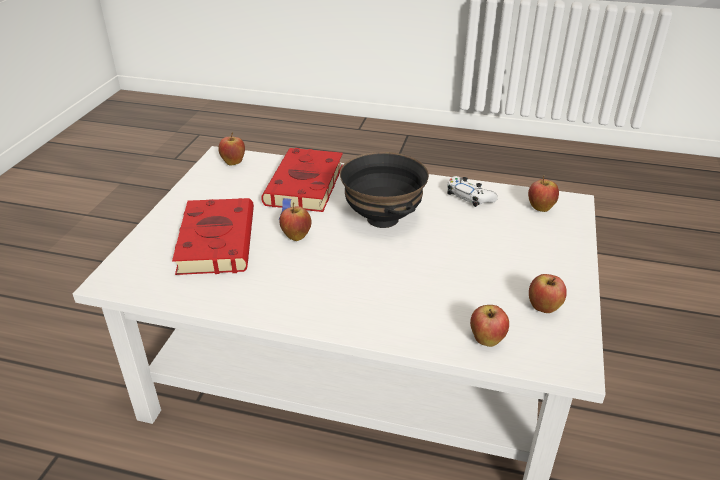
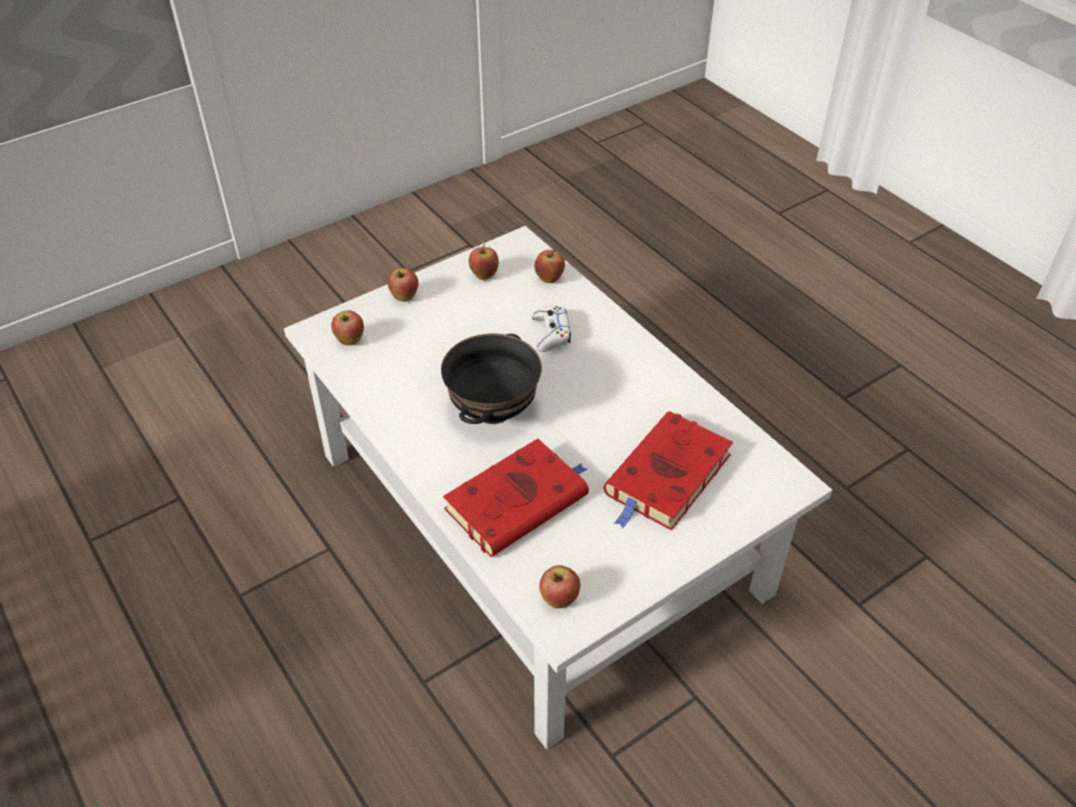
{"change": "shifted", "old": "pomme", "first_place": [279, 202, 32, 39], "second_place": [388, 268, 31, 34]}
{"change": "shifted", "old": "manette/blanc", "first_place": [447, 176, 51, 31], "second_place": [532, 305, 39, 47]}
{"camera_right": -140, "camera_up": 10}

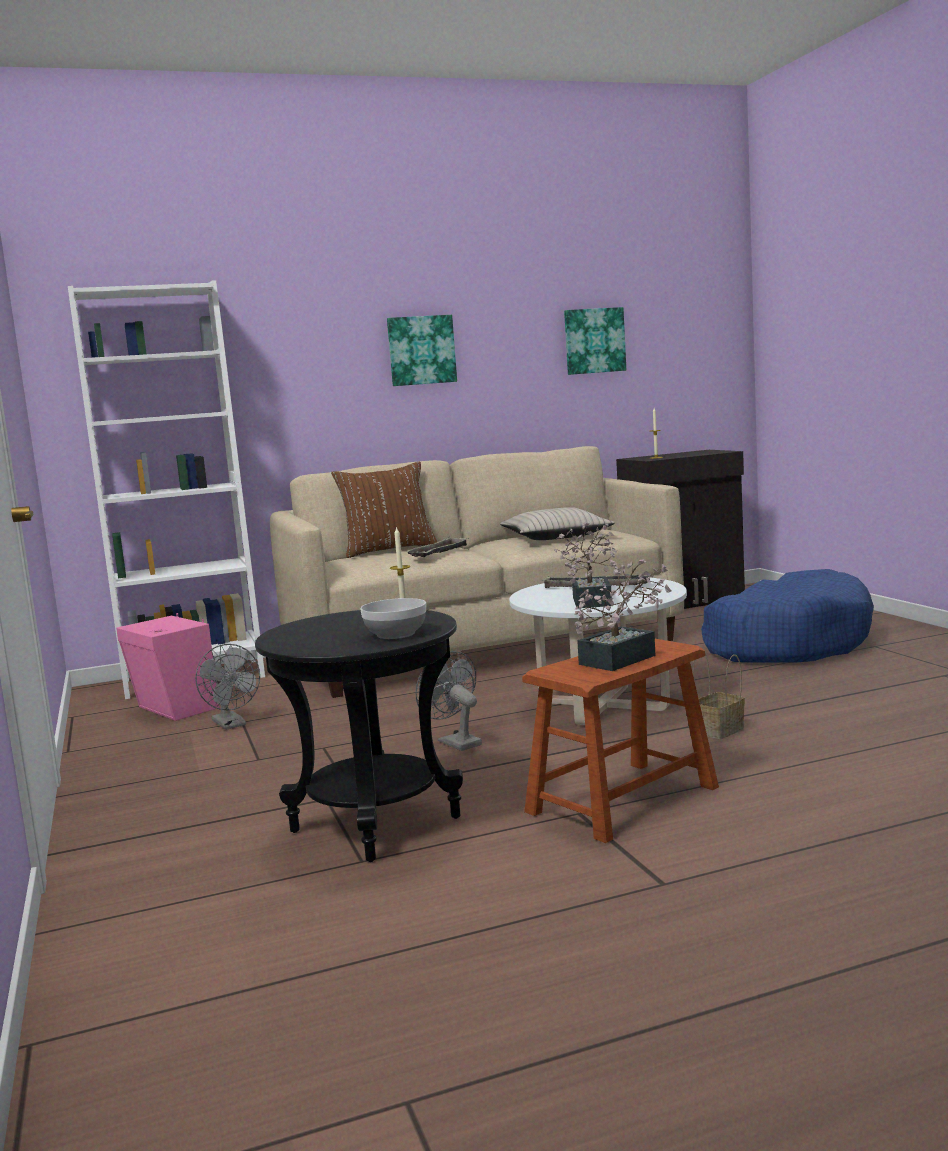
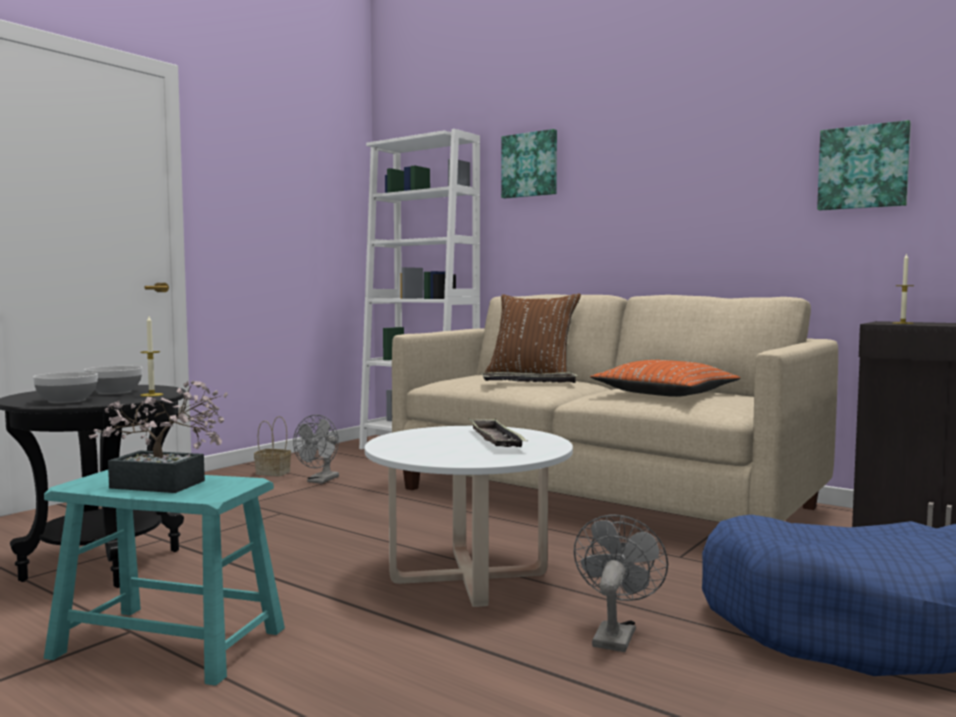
{"change": "repainted", "old": "tabouret/marron", "new": "tabouret/turquoise", "first_place": [522, 639, 197, 204], "second_place": [44, 470, 241, 216]}
{"change": "new", "new": "bol", "second_place": [84, 366, 58, 29]}
{"change": "shifted", "old": "panier", "first_place": [693, 654, 52, 85], "second_place": [254, 416, 37, 61]}
{"change": "shifted", "old": "tableau", "first_place": [387, 315, 70, 71], "second_place": [501, 129, 56, 69]}
{"change": "shifted", "old": "ventilateur/gris", "first_place": [415, 651, 67, 100], "second_place": [574, 515, 94, 137]}
{"change": "repainted", "old": "coussin/beige", "new": "coussin/orange", "first_place": [500, 507, 115, 33], "second_place": [590, 360, 150, 37]}
{"change": "gone", "old": "enceinte/rose", "first_place": [116, 613, 103, 108]}
{"change": "gone", "old": "plante en pot", "first_place": [554, 521, 65, 87]}
{"camera_right": 55, "camera_up": -5}

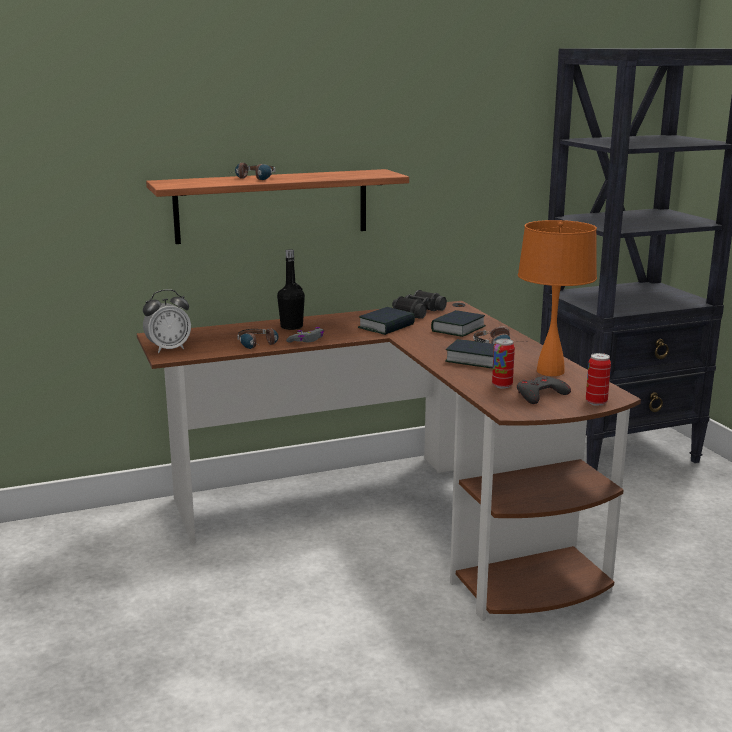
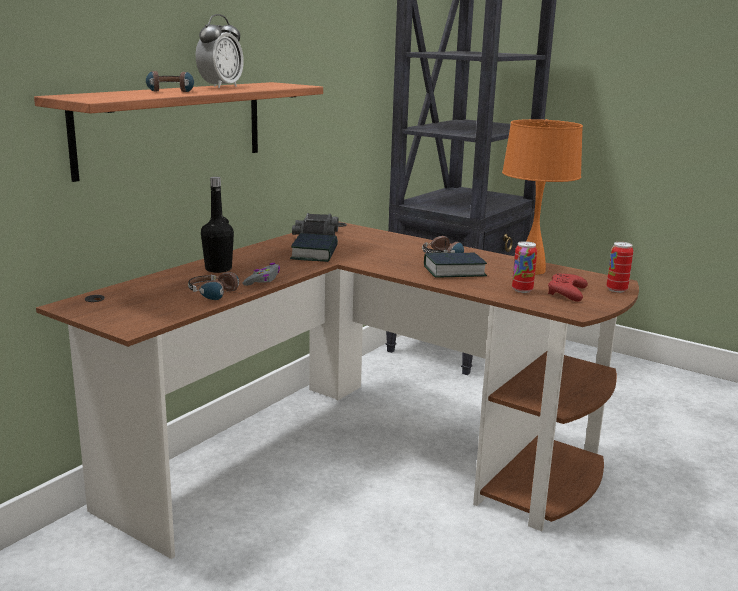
{"change": "shifted", "old": "réveil", "first_place": [143, 289, 48, 64], "second_place": [196, 14, 48, 74]}
{"change": "repainted", "old": "manette/gris", "new": "manette/rouge", "first_place": [517, 376, 54, 28], "second_place": [548, 274, 40, 28]}
{"change": "gone", "old": "livre", "first_place": [431, 310, 55, 27]}
{"camera_right": -35, "camera_up": 0}

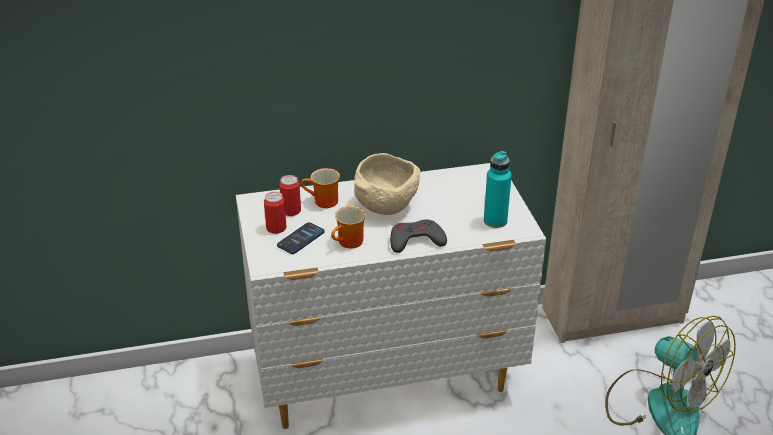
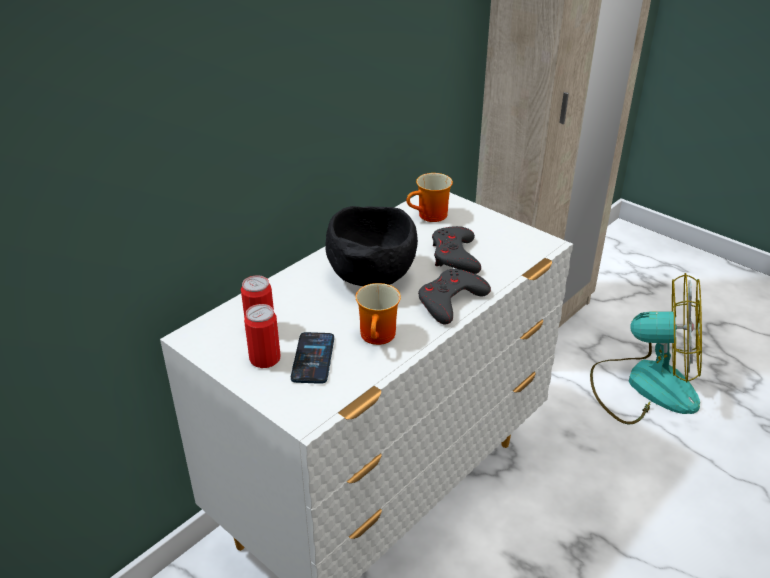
{"change": "repainted", "old": "bol/beige", "new": "bol/noir", "first_place": [354, 153, 66, 62], "second_place": [325, 206, 93, 80]}
{"change": "shifted", "old": "mug", "first_place": [301, 168, 39, 40], "second_place": [406, 173, 47, 49]}
{"change": "new", "new": "manette/gris", "second_place": [432, 226, 49, 48]}
{"change": "gone", "old": "bouteille/turquoise", "first_place": [484, 151, 28, 77]}
{"camera_right": -35, "camera_up": 0}

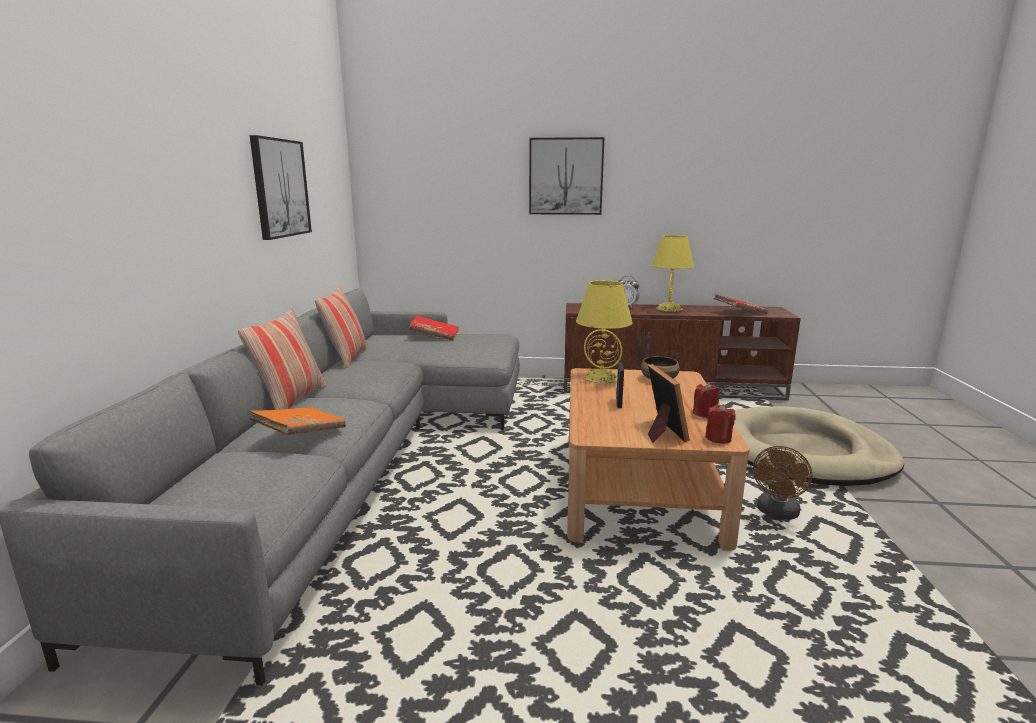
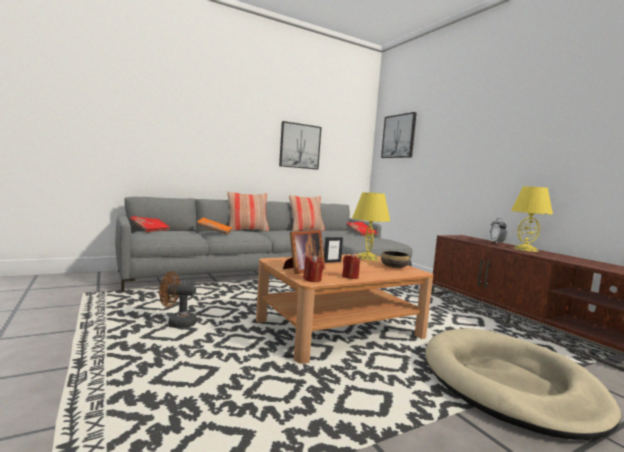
{"change": "shifted", "old": "livre/rouge", "first_place": [714, 294, 54, 20], "second_place": [129, 216, 42, 17]}
{"change": "shifted", "old": "ventilateur/marron", "first_place": [753, 446, 59, 74], "second_place": [159, 271, 38, 57]}
{"change": "shifted", "old": "tableau", "first_place": [529, 137, 76, 78], "second_place": [381, 112, 36, 46]}
{"camera_right": 55, "camera_up": -10}

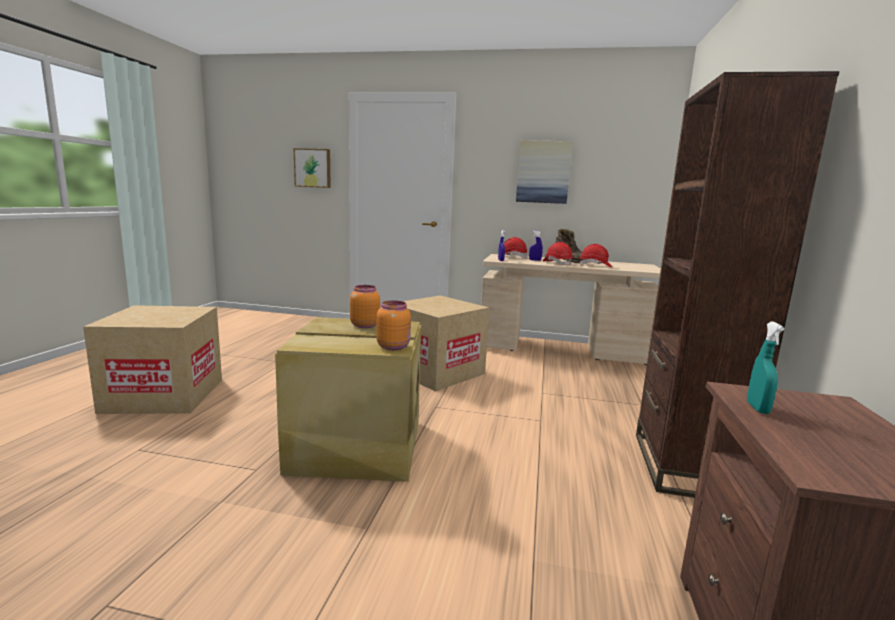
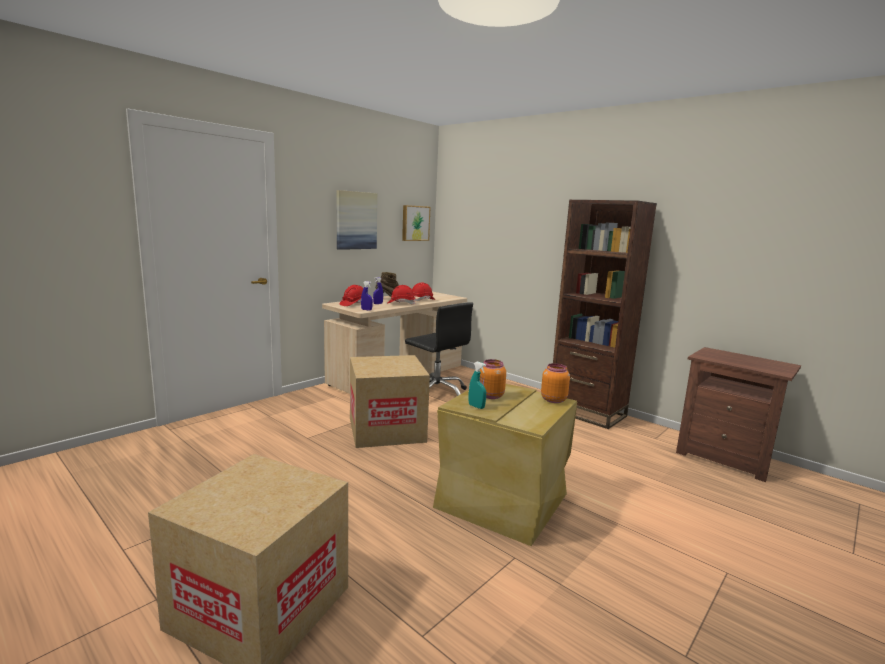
{"change": "shifted", "old": "tableau", "first_place": [294, 148, 37, 40], "second_place": [402, 205, 28, 36]}
{"change": "new", "new": "chaise de bureau/noir", "second_place": [405, 302, 68, 94]}
{"change": "shifted", "old": "vaporisateur/turquoise", "first_place": [747, 322, 37, 92], "second_place": [469, 362, 17, 47]}
{"camera_right": -60, "camera_up": 0}

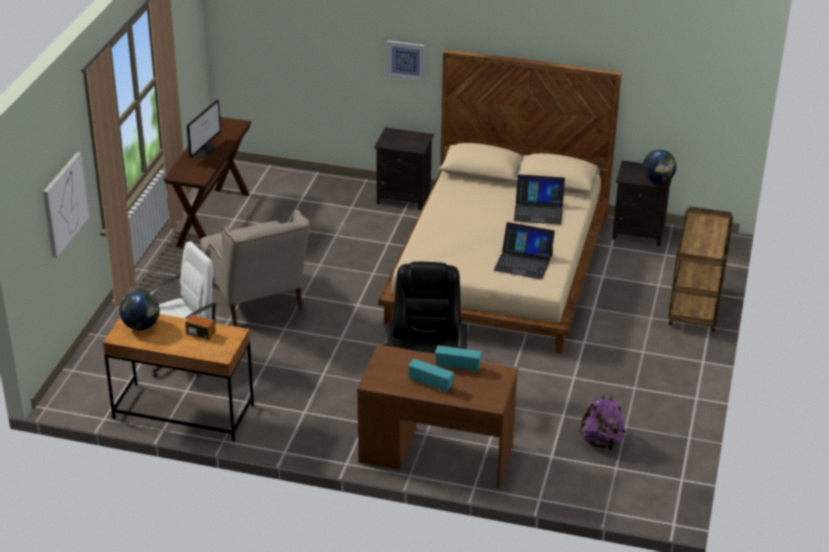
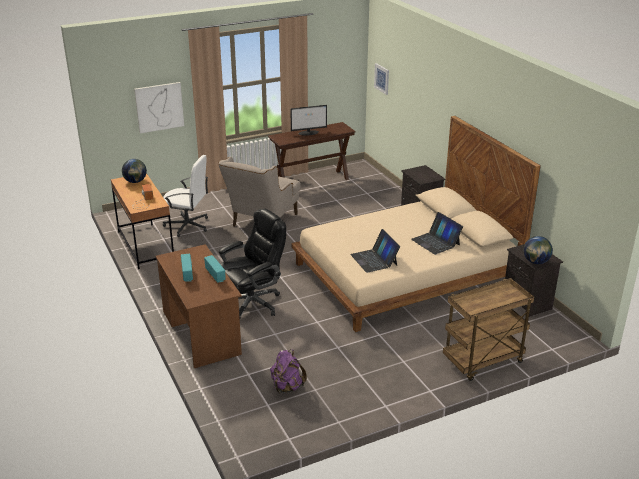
{"change": "shifted", "old": "tableau", "first_place": [387, 40, 38, 41], "second_place": [374, 63, 15, 32]}
{"camera_right": 50, "camera_up": -5}

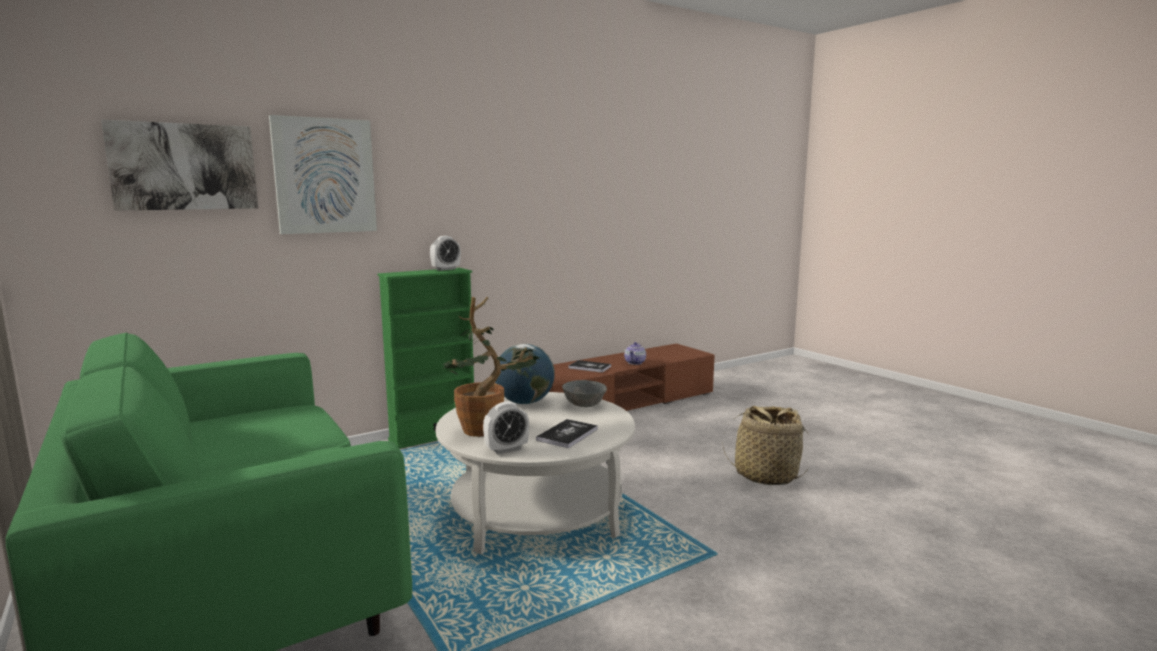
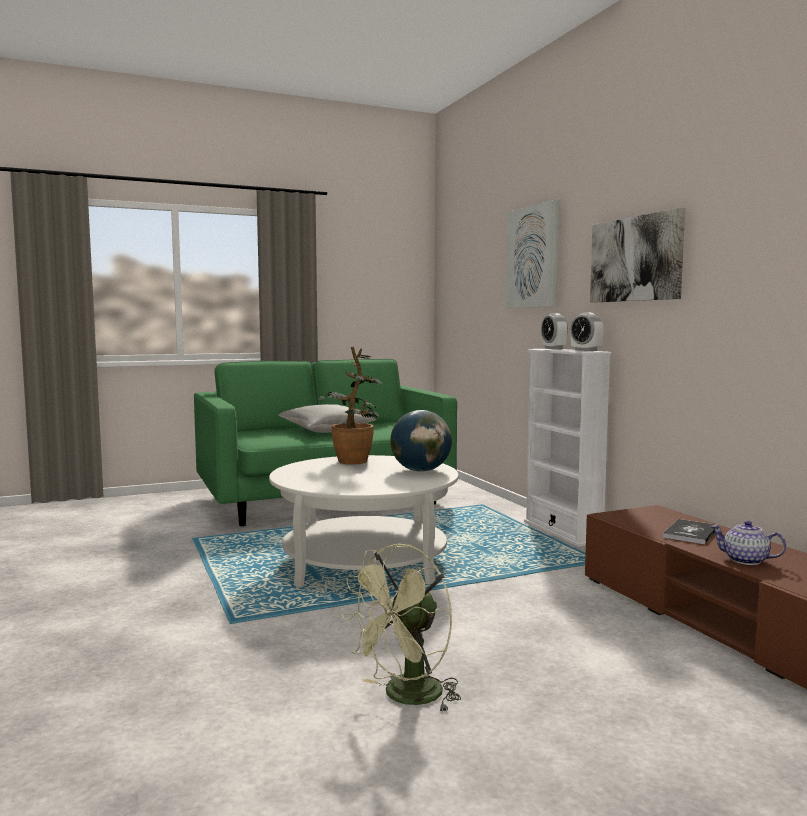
{"change": "new", "new": "coussin/gris", "second_place": [278, 404, 98, 29]}
{"change": "swapped", "old": "panier", "new": "ventilateur/vert", "first_place": [722, 406, 87, 79], "second_place": [341, 544, 120, 168]}
{"change": "repainted", "old": "bibliothèque/vert", "new": "bibliothèque/blanc", "first_place": [377, 268, 97, 181], "second_place": [524, 349, 87, 198]}
{"change": "shifted", "old": "réveil", "first_place": [483, 401, 46, 53], "second_place": [541, 313, 27, 36]}
{"change": "shifted", "old": "tableau", "first_place": [101, 120, 157, 91], "second_place": [590, 208, 95, 94]}
{"change": "gone", "old": "livre", "first_place": [536, 419, 62, 29]}
{"change": "gone", "old": "bol/gris", "first_place": [562, 380, 45, 27]}
{"camera_right": 100, "camera_up": -5}

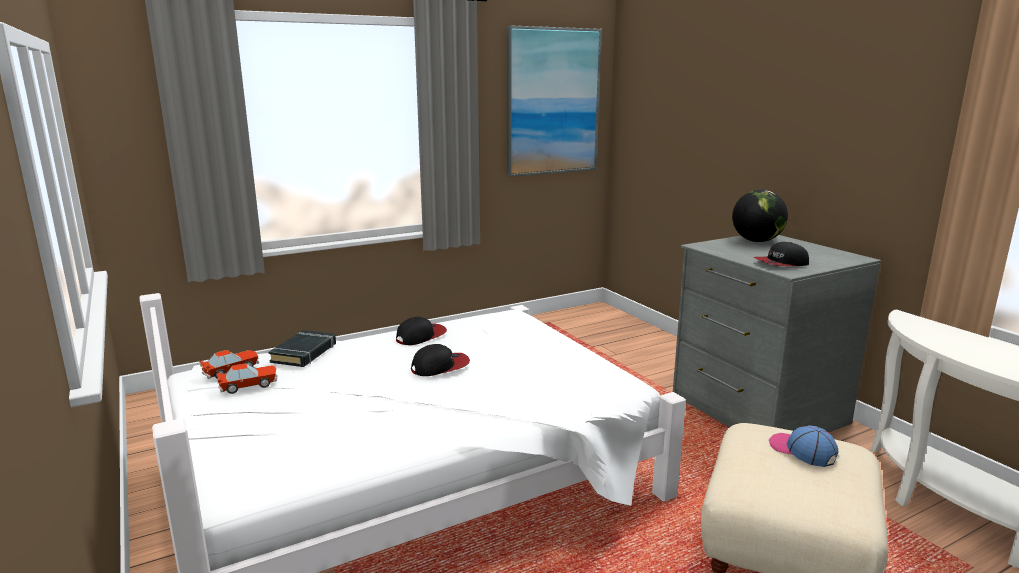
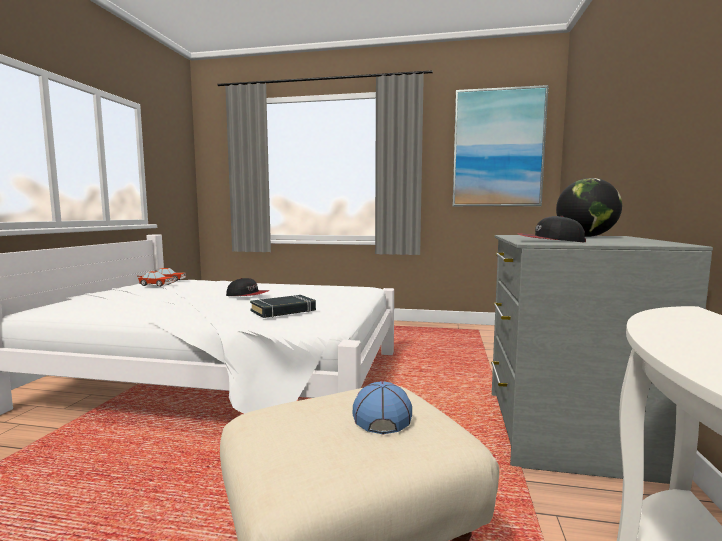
{"change": "shifted", "old": "livre/noir", "first_place": [269, 330, 67, 37], "second_place": [250, 295, 66, 23]}
{"change": "gone", "old": "casquette", "first_place": [396, 317, 51, 28]}
{"camera_right": 40, "camera_up": -10}

